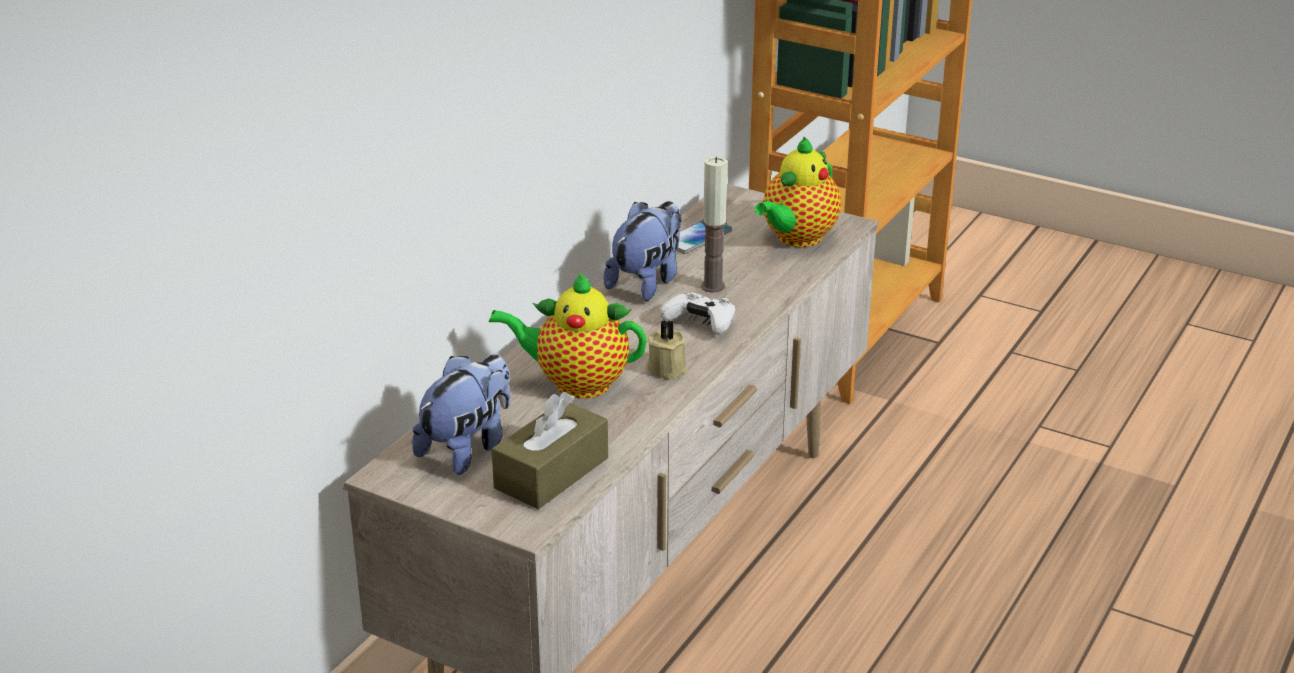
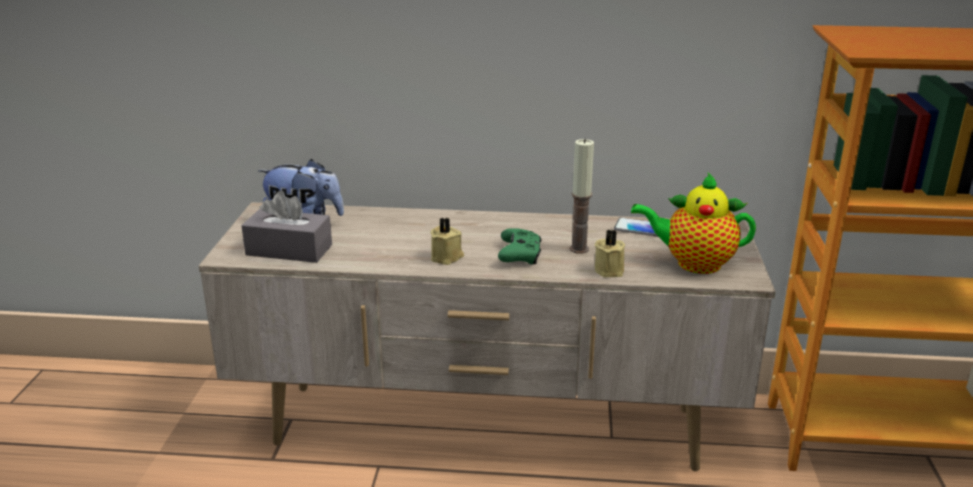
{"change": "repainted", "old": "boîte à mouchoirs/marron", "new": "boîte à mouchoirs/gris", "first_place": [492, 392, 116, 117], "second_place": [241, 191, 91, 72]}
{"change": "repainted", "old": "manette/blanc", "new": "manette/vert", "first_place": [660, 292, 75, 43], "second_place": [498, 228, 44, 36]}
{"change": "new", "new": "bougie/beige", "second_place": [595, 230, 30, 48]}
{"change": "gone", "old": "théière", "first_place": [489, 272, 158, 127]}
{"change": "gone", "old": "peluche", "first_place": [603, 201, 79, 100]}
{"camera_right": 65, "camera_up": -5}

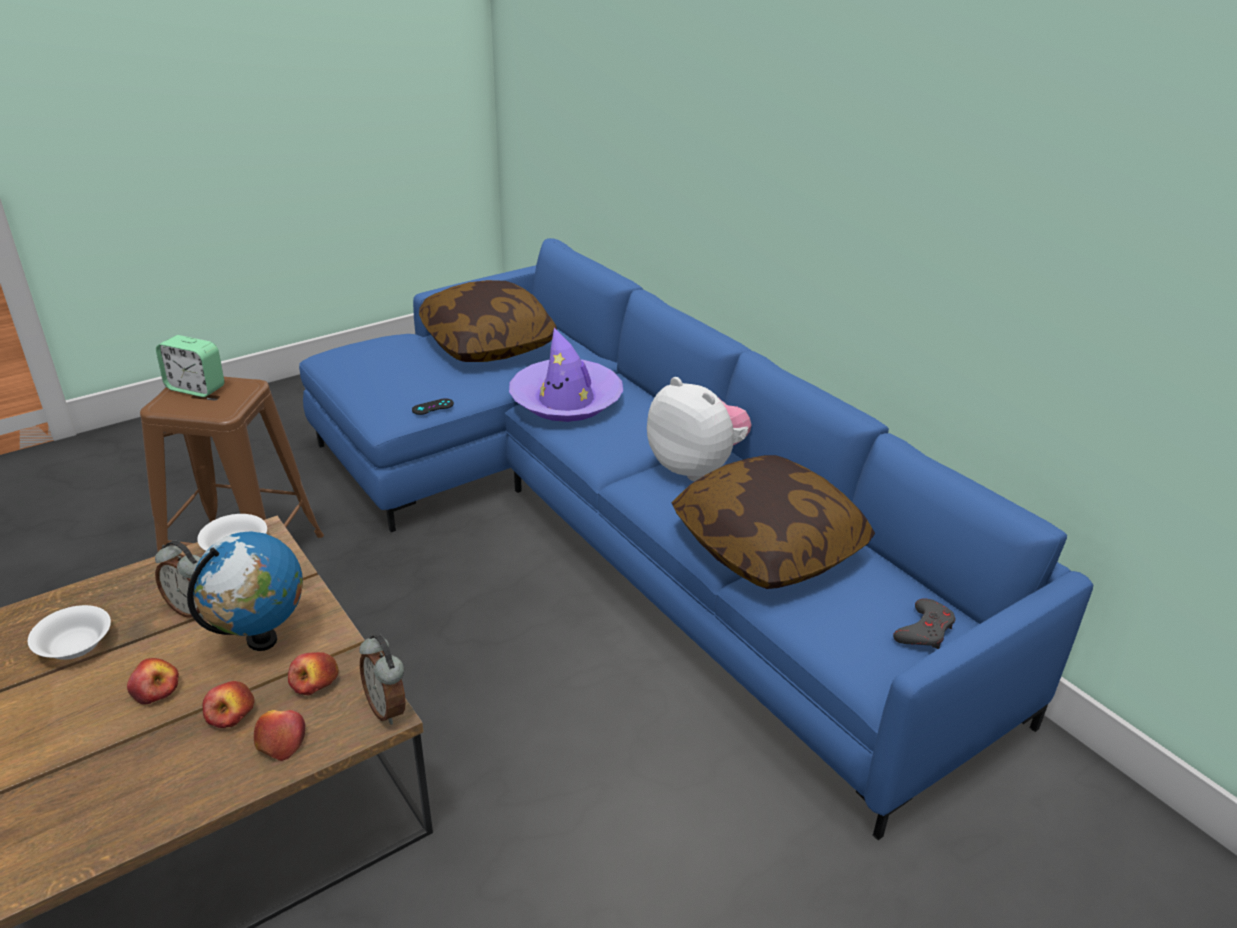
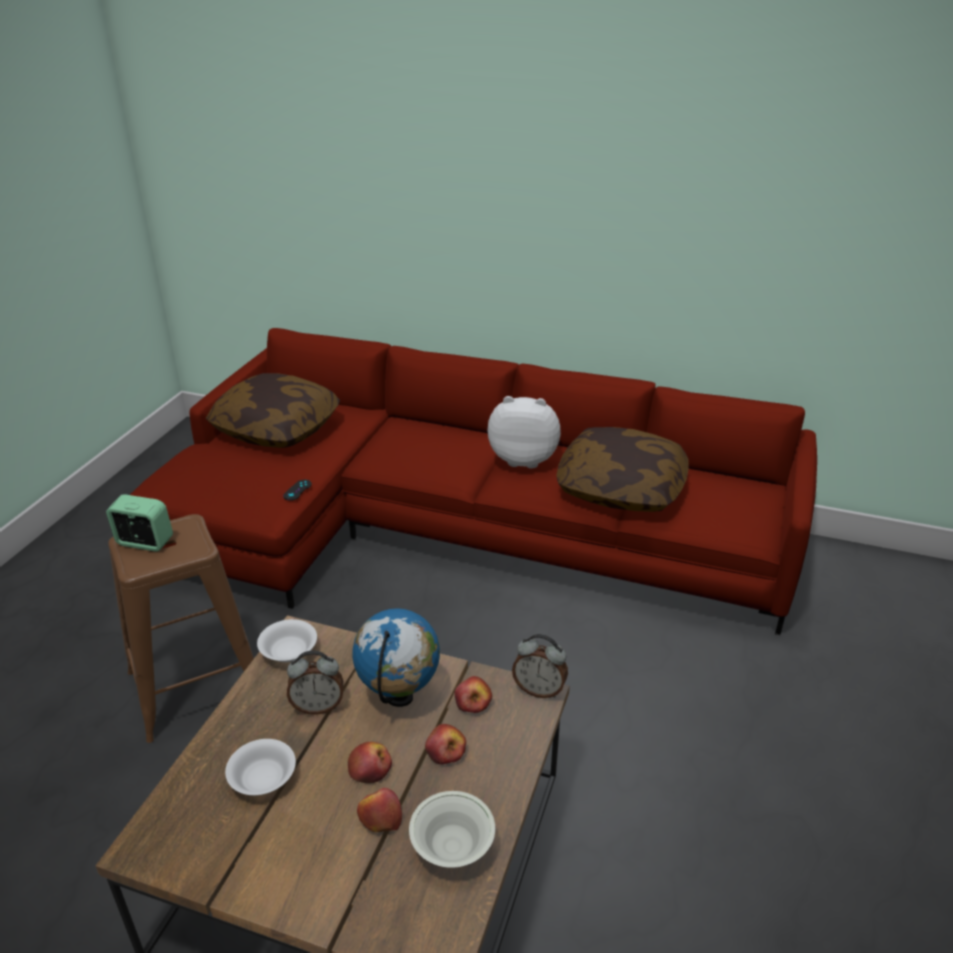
{"change": "rotated", "old": "réveil", "first_place": [156, 335, 68, 62], "second_place": [106, 494, 67, 57], "degrees": -150}
{"change": "repainted", "old": "canapé/bleu", "new": "canapé/rouge", "first_place": [299, 238, 794, 602], "second_place": [130, 328, 687, 307]}
{"change": "shifted", "old": "pomme", "first_place": [254, 710, 51, 51], "second_place": [357, 788, 45, 44]}
{"change": "new", "new": "bol/blanc", "second_place": [409, 791, 86, 77]}
{"change": "gone", "old": "chapeau/violet", "first_place": [509, 328, 114, 94]}
{"change": "gone", "old": "manette/gris", "first_place": [893, 598, 62, 51]}
{"camera_right": -35, "camera_up": 0}

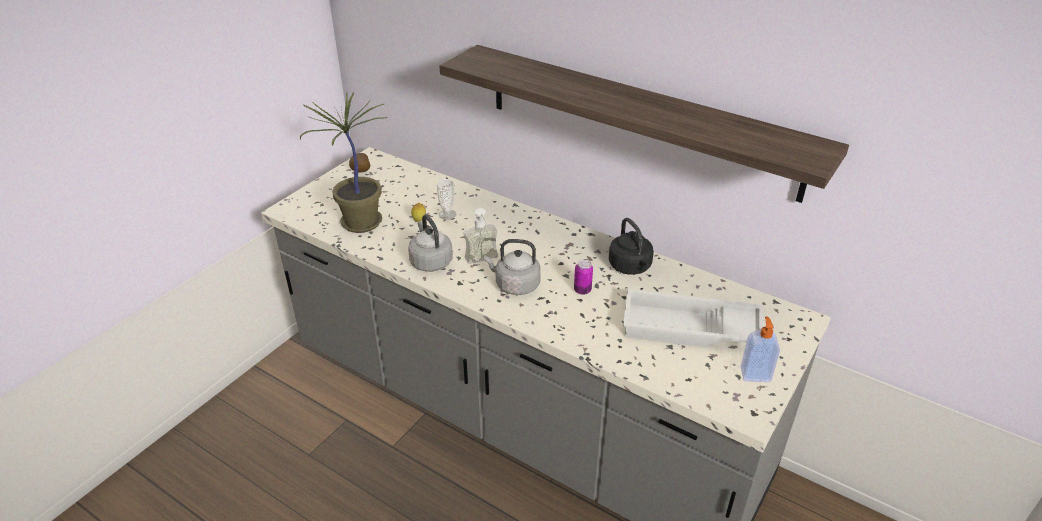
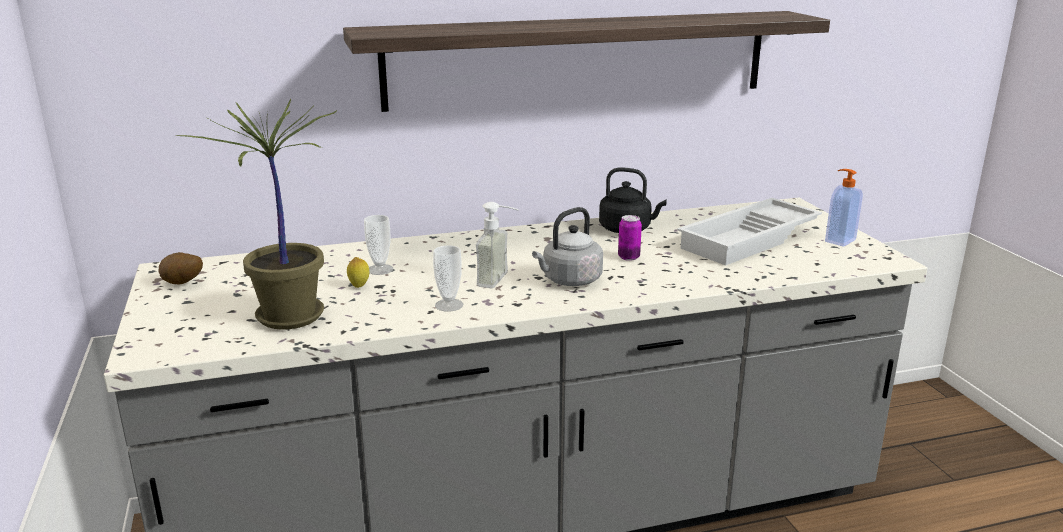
{"change": "swapped", "old": "bouilloire/gris", "new": "tasse", "first_place": [408, 214, 45, 58], "second_place": [433, 245, 30, 66]}
{"camera_right": -50, "camera_up": -15}

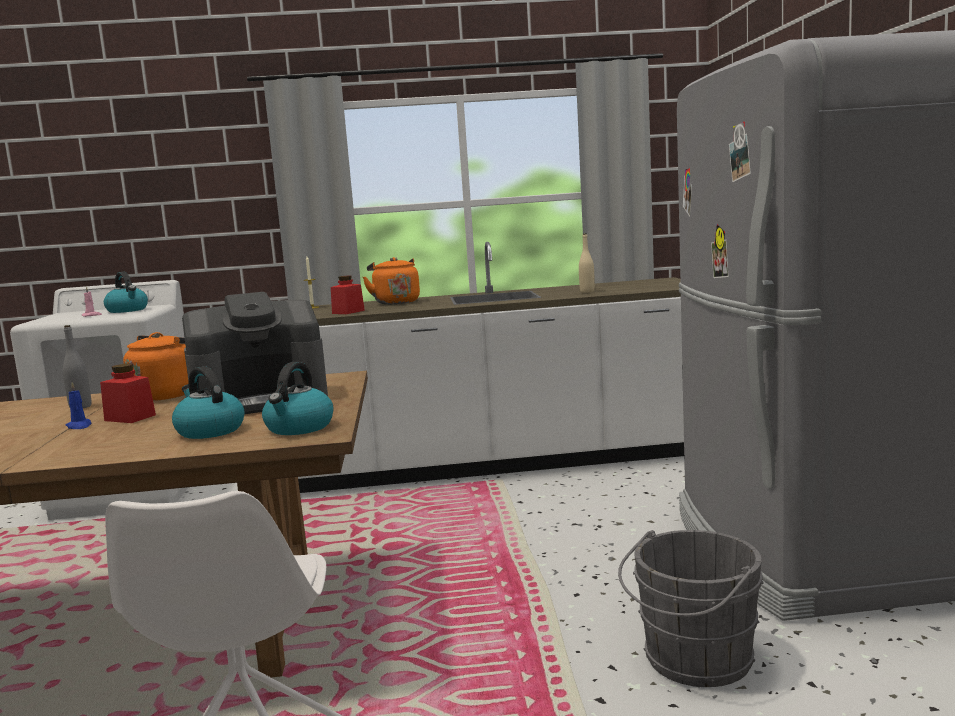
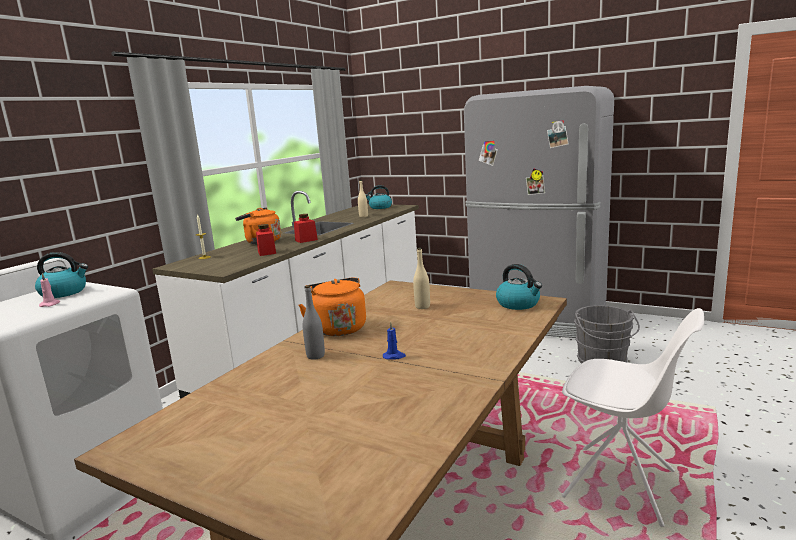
{"change": "shifted", "old": "bocal/rouge", "first_place": [100, 363, 56, 60], "second_place": [294, 214, 24, 29]}
{"change": "shifted", "old": "bouilloire", "first_place": [172, 366, 73, 73], "second_place": [366, 185, 26, 24]}
{"change": "swapped", "old": "machine à café", "new": "bouteille/beige", "first_place": [182, 292, 146, 122], "second_place": [413, 248, 17, 61]}
{"camera_right": -55, "camera_up": 5}

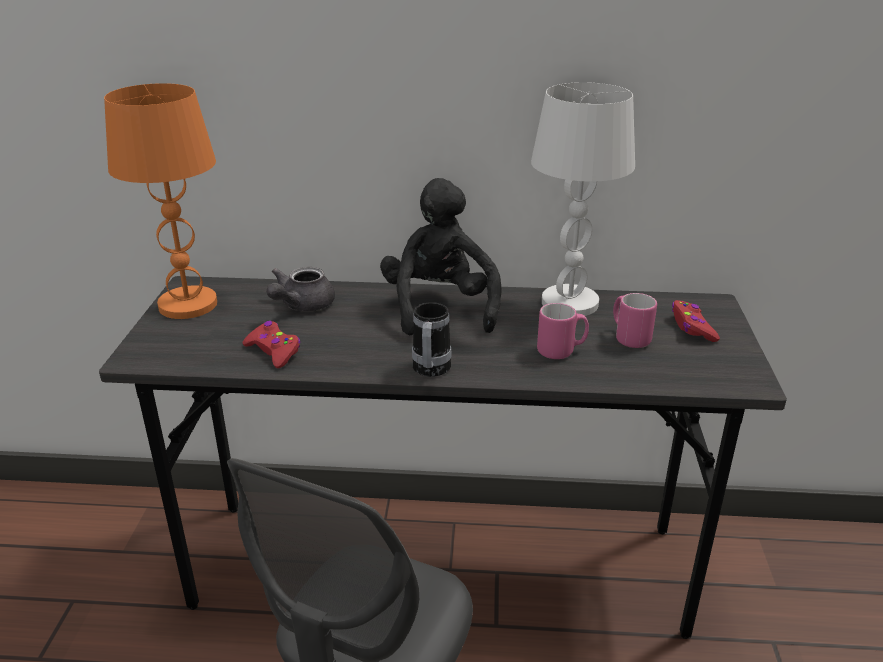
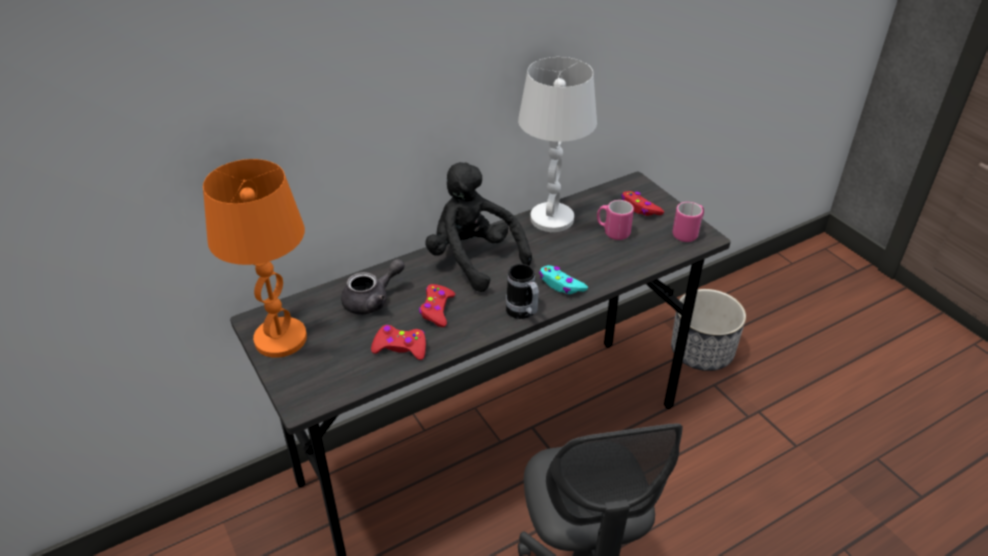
{"change": "rotated", "old": "théière/gris", "first_place": [266, 267, 69, 44], "second_place": [341, 259, 64, 56], "degrees": -120}
{"change": "new", "new": "manette/rouge", "second_place": [419, 284, 36, 43]}
{"change": "new", "new": "manette/turquoise", "second_place": [539, 265, 49, 29]}
{"change": "new", "new": "cache-pot", "second_place": [671, 289, 75, 82]}
{"change": "shifted", "old": "mug/rose", "first_place": [537, 303, 52, 56], "second_place": [672, 202, 32, 40]}
{"camera_right": -35, "camera_up": 10}

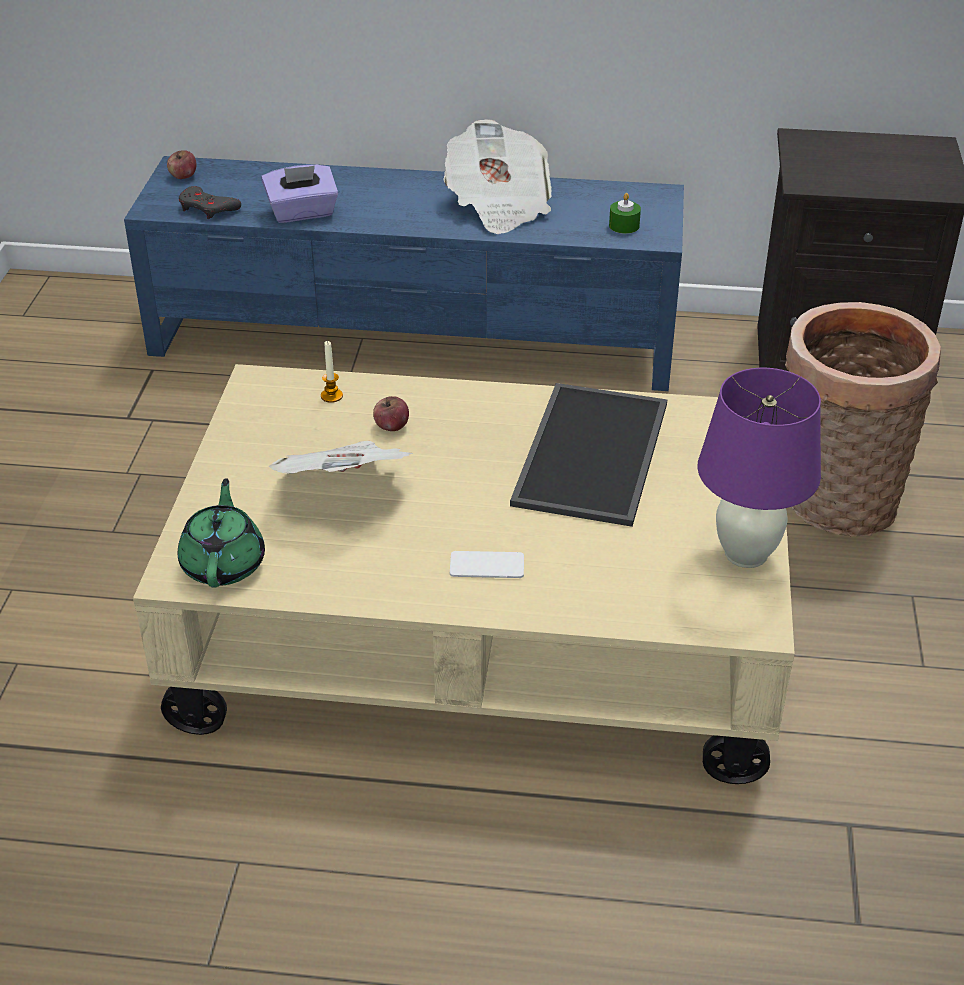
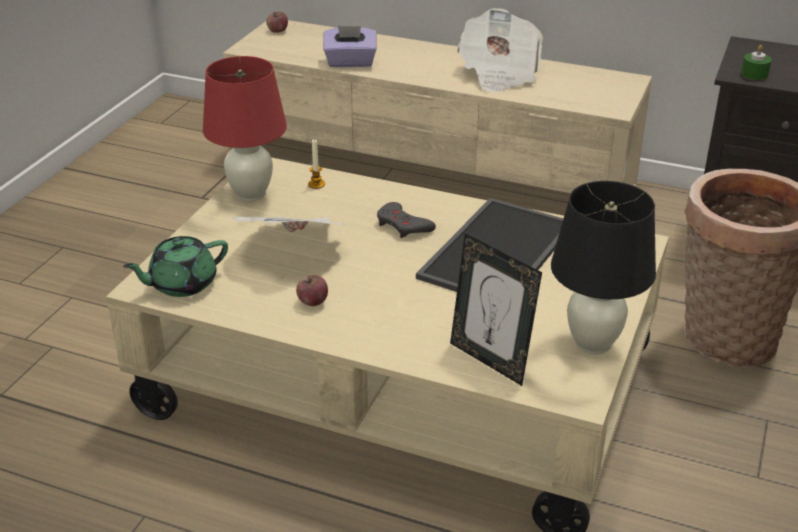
{"change": "rotated", "old": "théière/vert", "first_place": [178, 478, 87, 110], "second_place": [123, 236, 105, 61], "degrees": -135}
{"change": "new", "new": "lampe de table/rouge", "second_place": [203, 56, 84, 145]}
{"change": "repainted", "old": "meuble télé/bleu", "new": "meuble télé/beige", "first_place": [124, 156, 560, 235], "second_place": [223, 20, 429, 173]}
{"change": "shifted", "old": "pomme", "first_place": [373, 396, 36, 35], "second_place": [296, 275, 32, 31]}
{"change": "shifted", "old": "manette/gris", "first_place": [179, 186, 62, 33], "second_place": [377, 202, 59, 36]}
{"change": "new", "new": "cadre photo", "second_place": [450, 233, 92, 153]}
{"change": "repainted", "old": "lampe de table/violet", "new": "lampe de table/noir", "first_place": [697, 368, 124, 200], "second_place": [551, 181, 105, 173]}
{"change": "shifted", "old": "bougie/vert", "first_place": [609, 193, 32, 41], "second_place": [741, 45, 31, 35]}
{"change": "gone", "old": "téléphone", "first_place": [450, 551, 74, 27]}
{"camera_right": 15, "camera_up": -5}

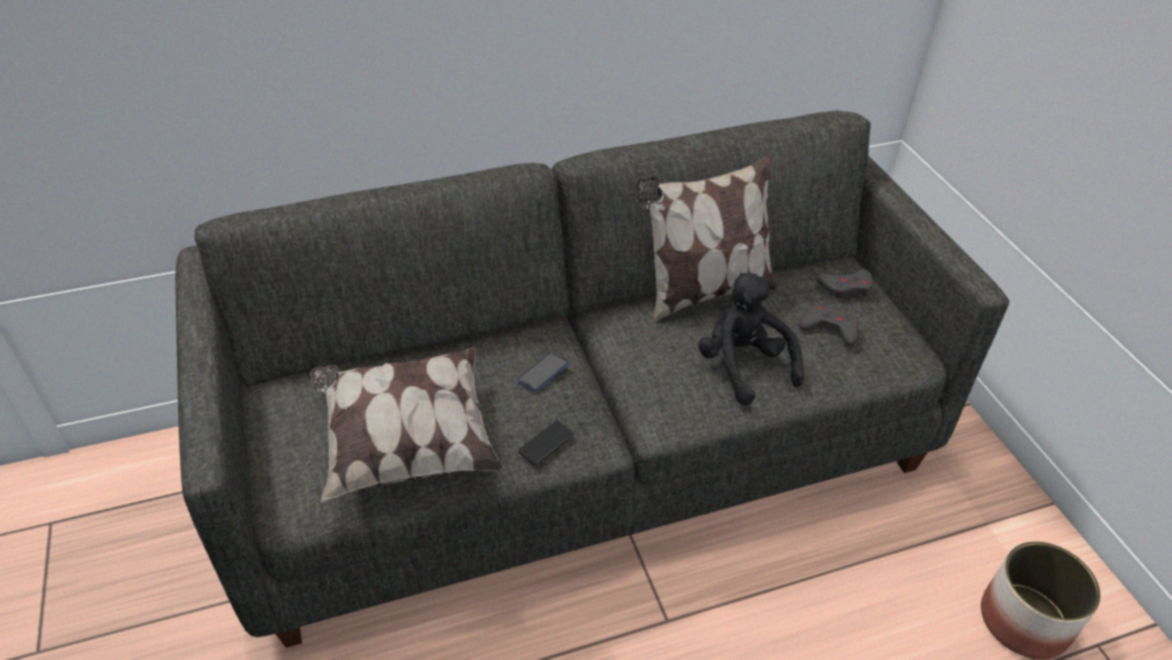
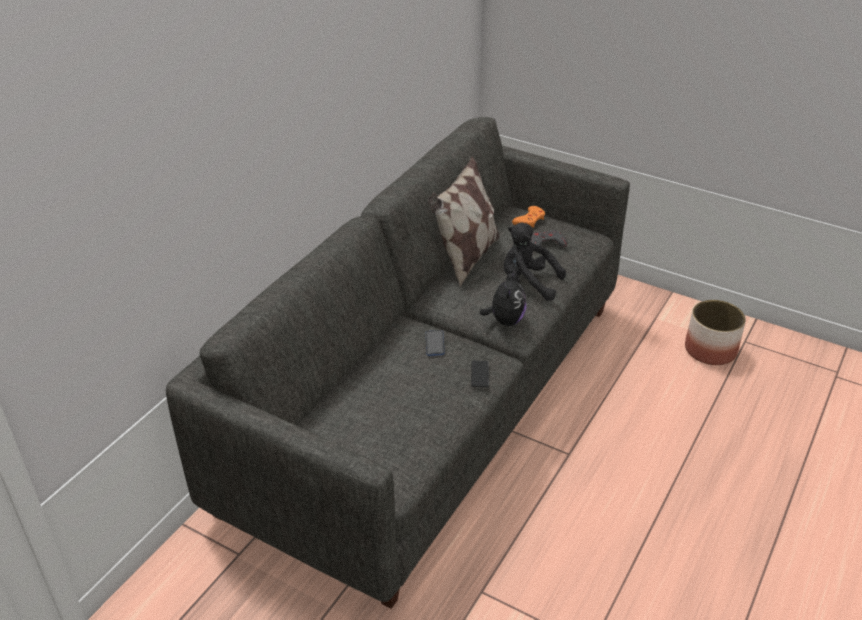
{"change": "new", "new": "peluche", "second_place": [479, 272, 47, 54]}
{"change": "repainted", "old": "manette/gris", "new": "manette/orange", "first_place": [816, 269, 57, 30], "second_place": [512, 206, 33, 22]}
{"change": "gone", "old": "coussin", "first_place": [310, 348, 194, 154]}
{"camera_right": -40, "camera_up": -5}

